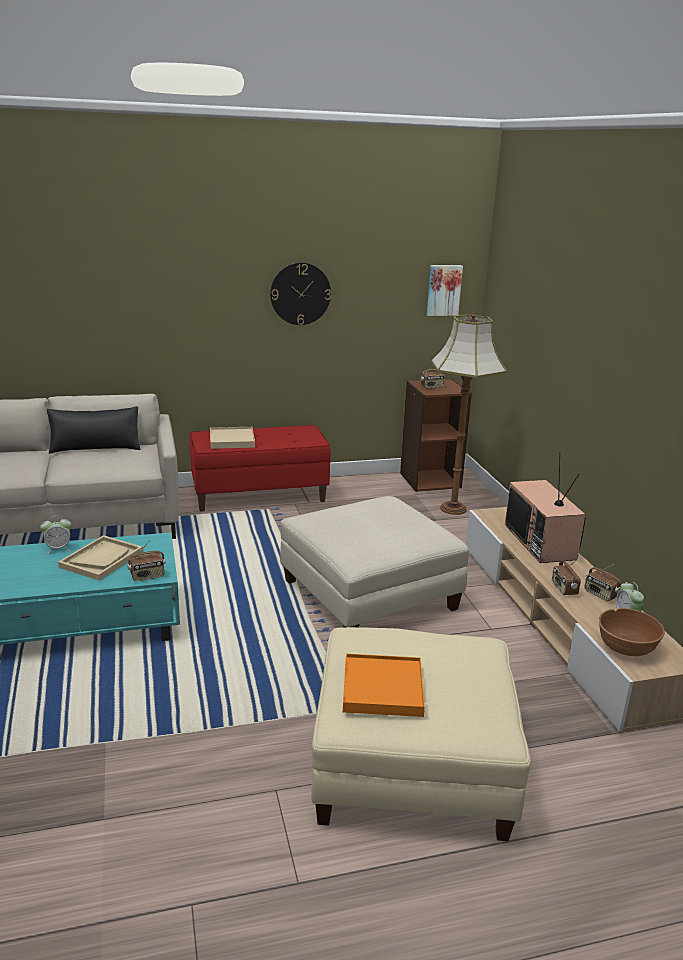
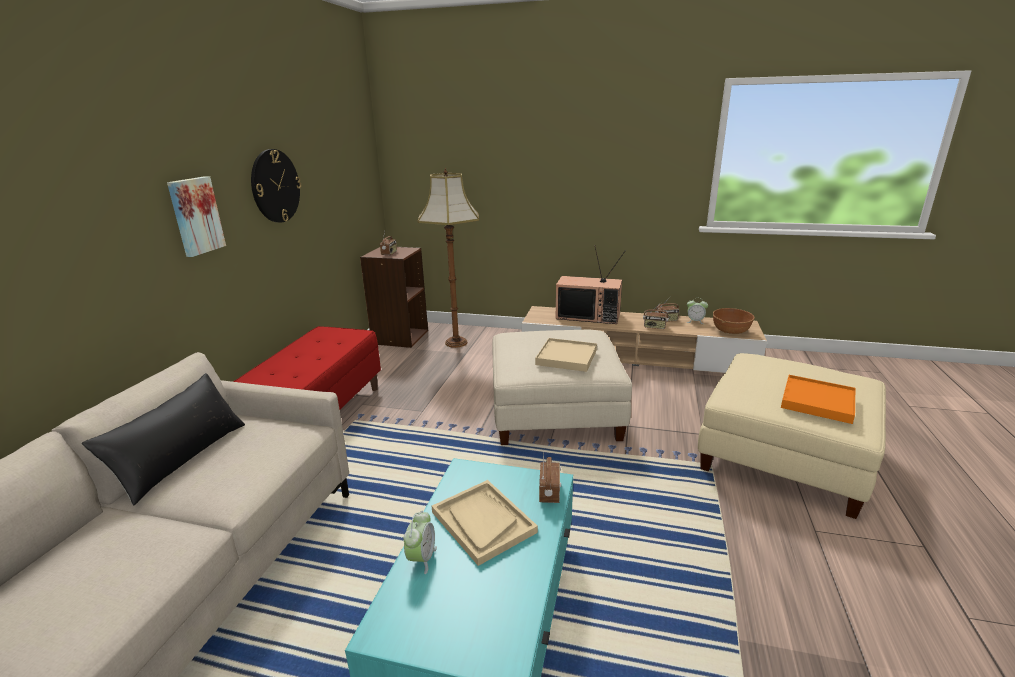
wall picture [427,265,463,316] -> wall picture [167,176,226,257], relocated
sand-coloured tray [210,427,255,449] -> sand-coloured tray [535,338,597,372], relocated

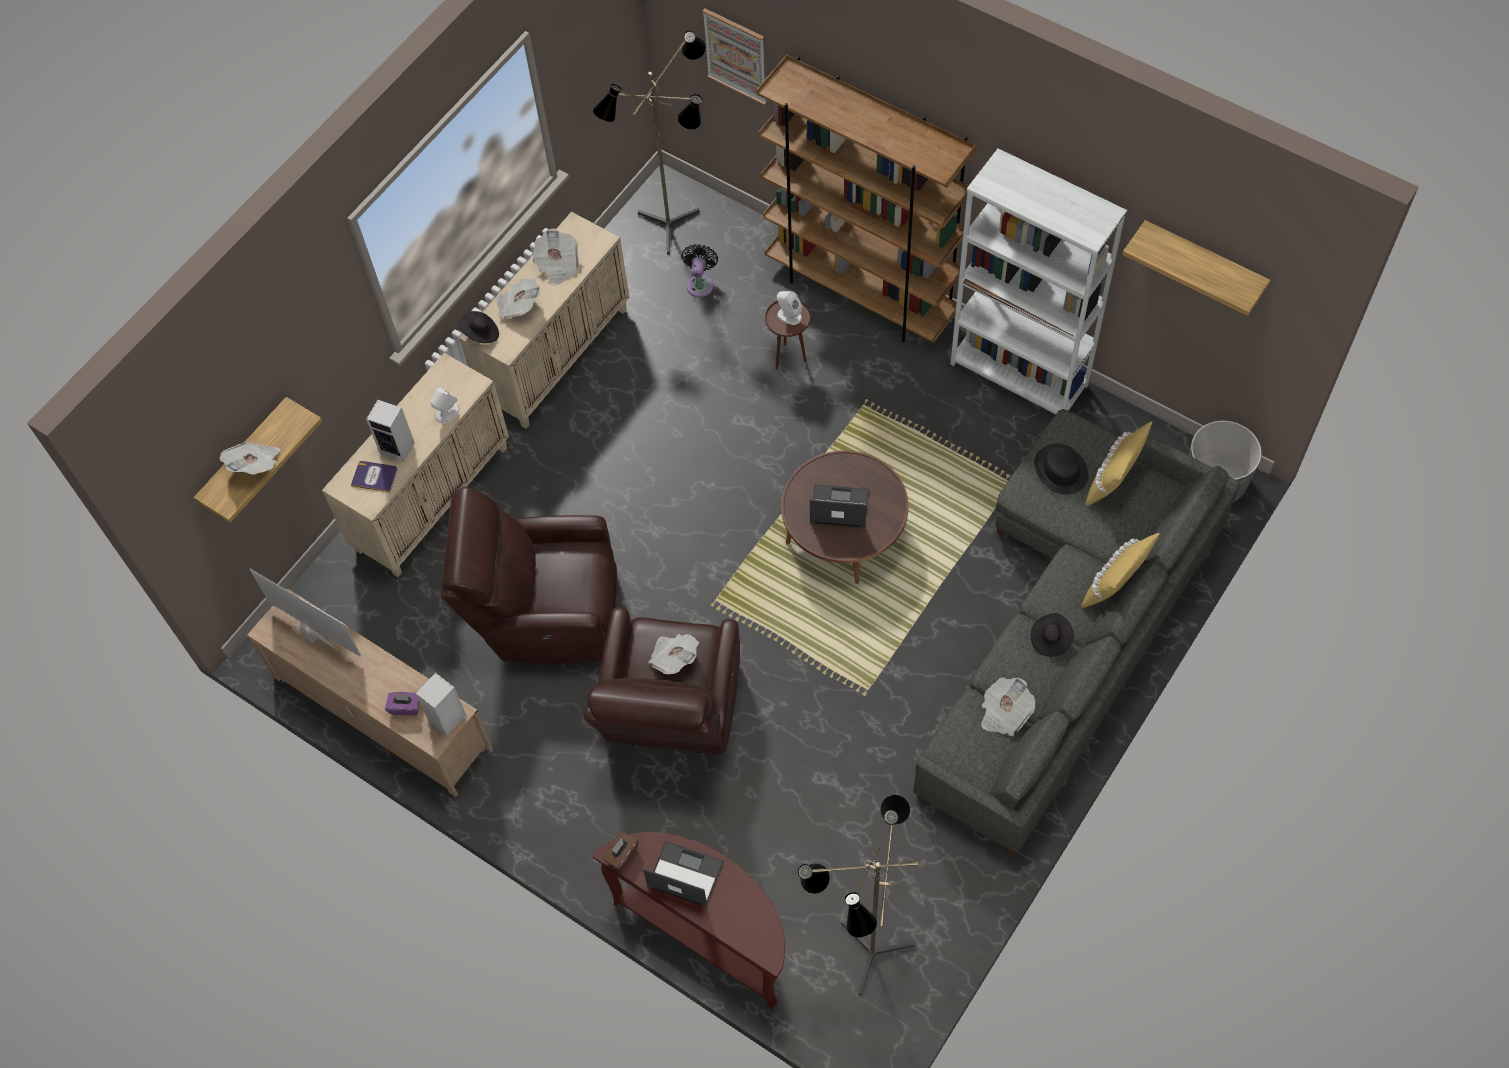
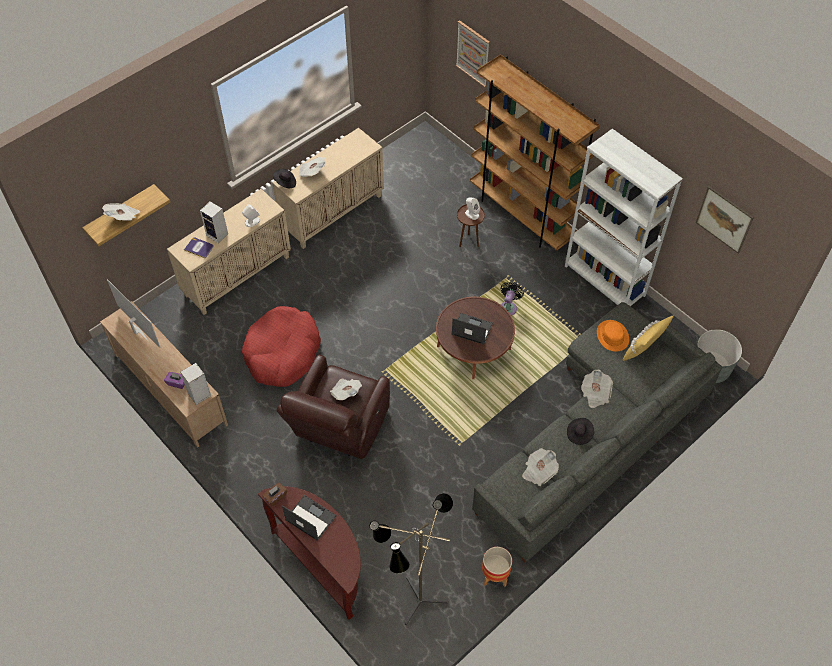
standard lamp [593,31,706,255] -> none
shelf [1122,220,1270,316] -> wall picture [696,186,754,254]
printed paper [533,228,579,286] -> printed paper [581,370,613,408], relocated
blackish cooling fan [682,244,718,298] -> blackish cooling fan [500,282,524,316], relocated
blackish hat [1034,443,1089,494] -> orange hat [597,320,629,351]
brown-coloured easy chair [441,487,617,664] -> red dog cushion [242,306,321,387]
yellowish throw pillow [1081,533,1160,608] -> none
none -> planter [482,547,512,587]

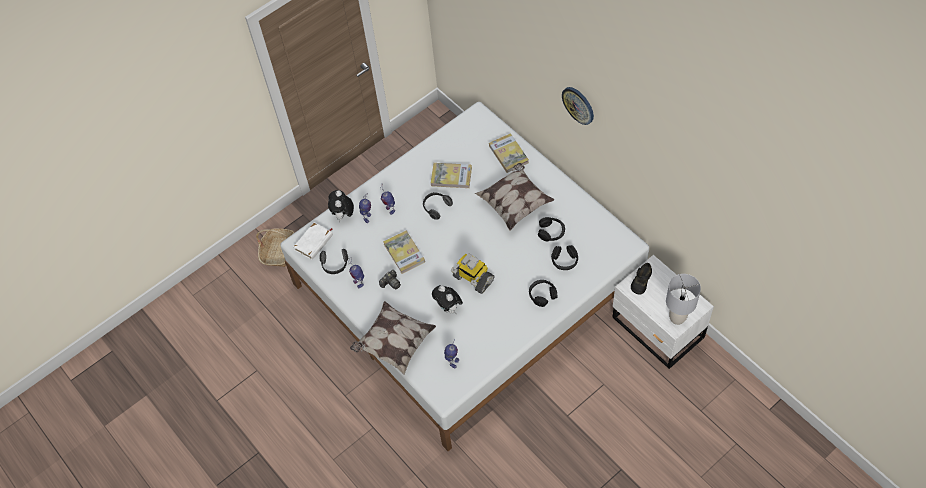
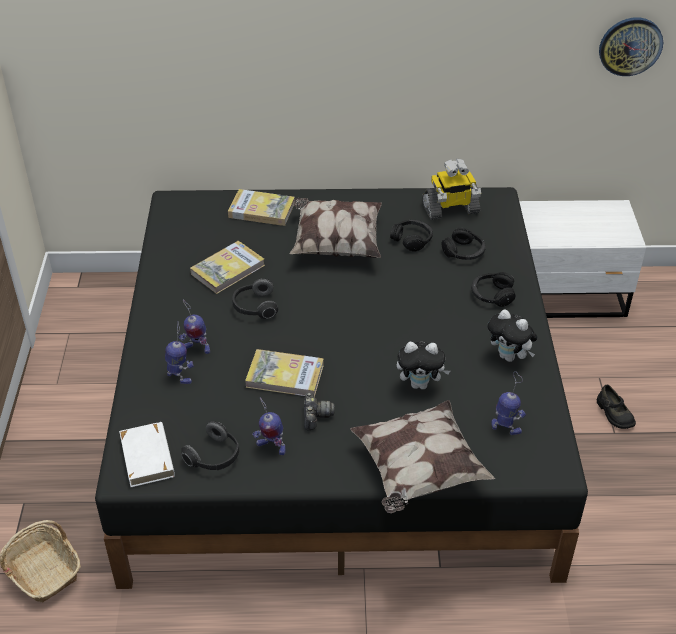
clock on the wall [562,87,594,125] -> clock on the wall [599,17,663,76], relocated
whitish bed [280,102,649,451] -> blackish bed [95,187,588,589]
cuddly toy [328,190,354,222] -> cuddly toy [487,309,537,362], relocated
toy robot [451,253,495,294] -> toy robot [422,159,481,220], relocated
blackish low shoe [631,263,652,295] -> blackish low shoe [597,385,636,429], relocated
gray lamp for a table [666,274,701,325] -> none

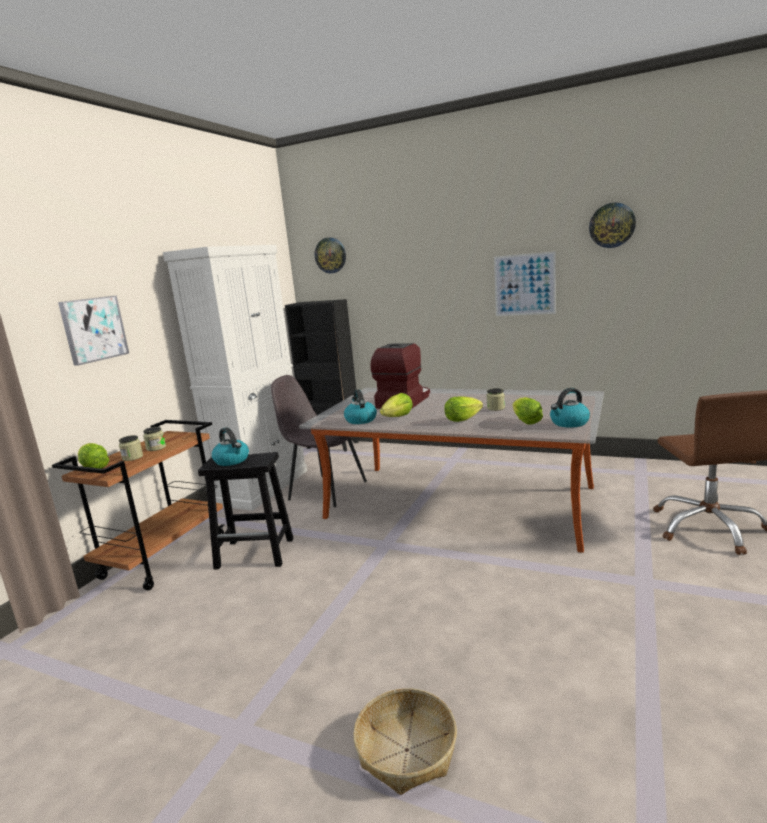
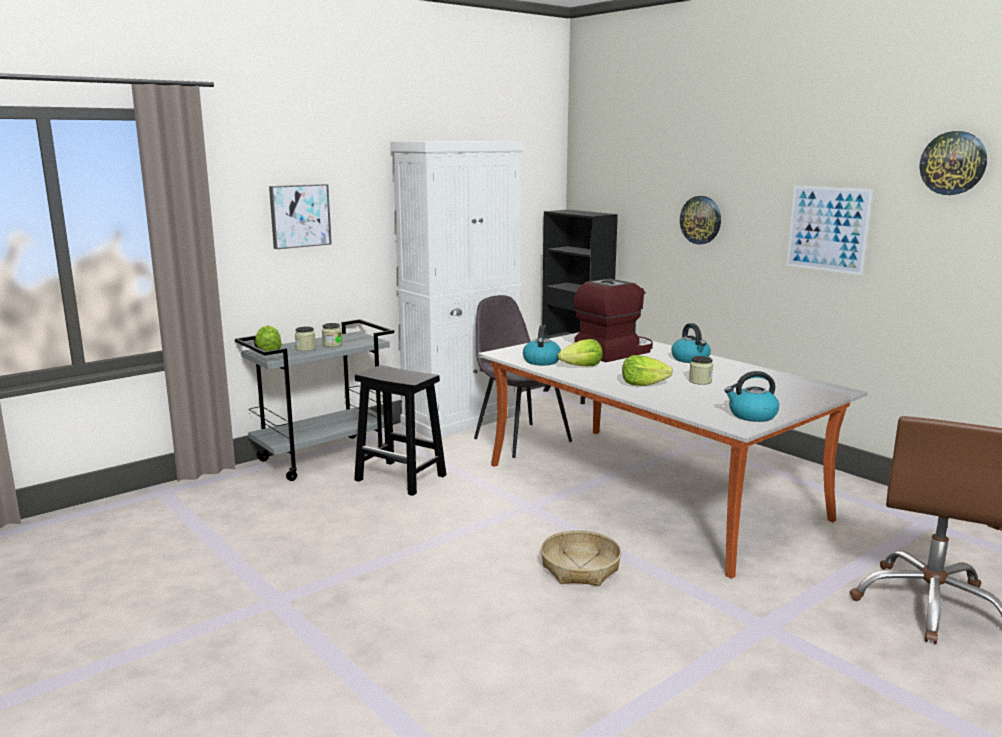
clock on the wall [315,238,346,273] -> clock on the wall [680,196,721,245], relocated
lettuce head [512,397,543,425] -> none
brown-coloured cart [52,420,224,591] -> gray cart [235,319,394,481]
kettle [212,427,249,466] -> kettle [671,323,711,363], relocated
storage basket [353,688,457,795] -> storage basket [541,530,622,586], relocated

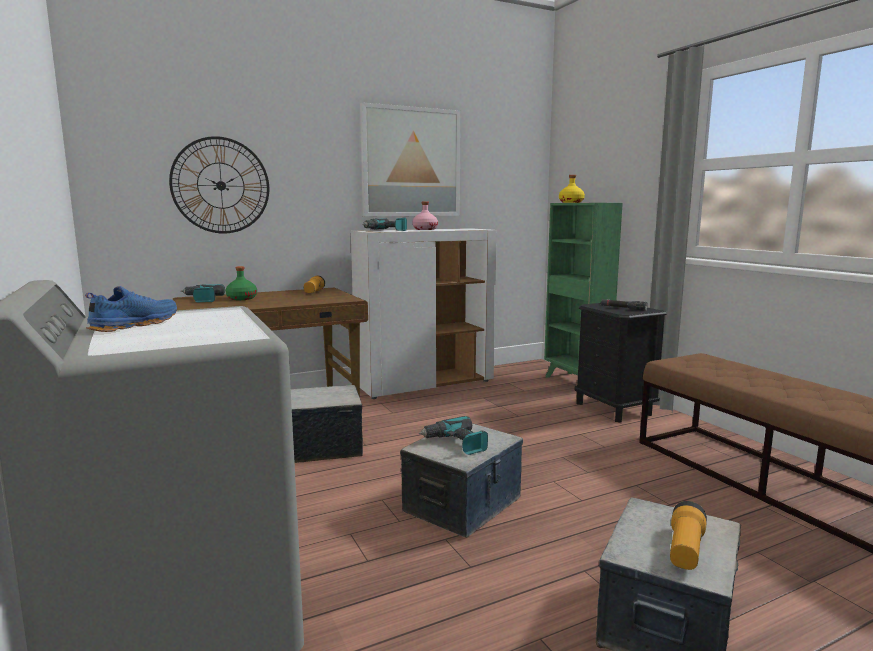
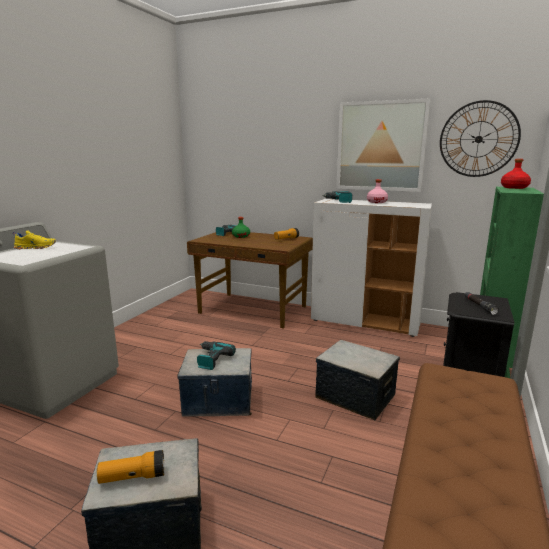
clock on the wall [169,136,269,234] -> clock on the wall [440,100,521,177], relocated
yellowish beverage bottle [559,175,585,203] -> red beverage bottle [501,159,531,189]
blue-coloured low shoe [85,286,177,332] -> yellowish low shoe [13,230,56,249]
storage container [291,385,363,463] -> storage container [315,340,400,420], relocated

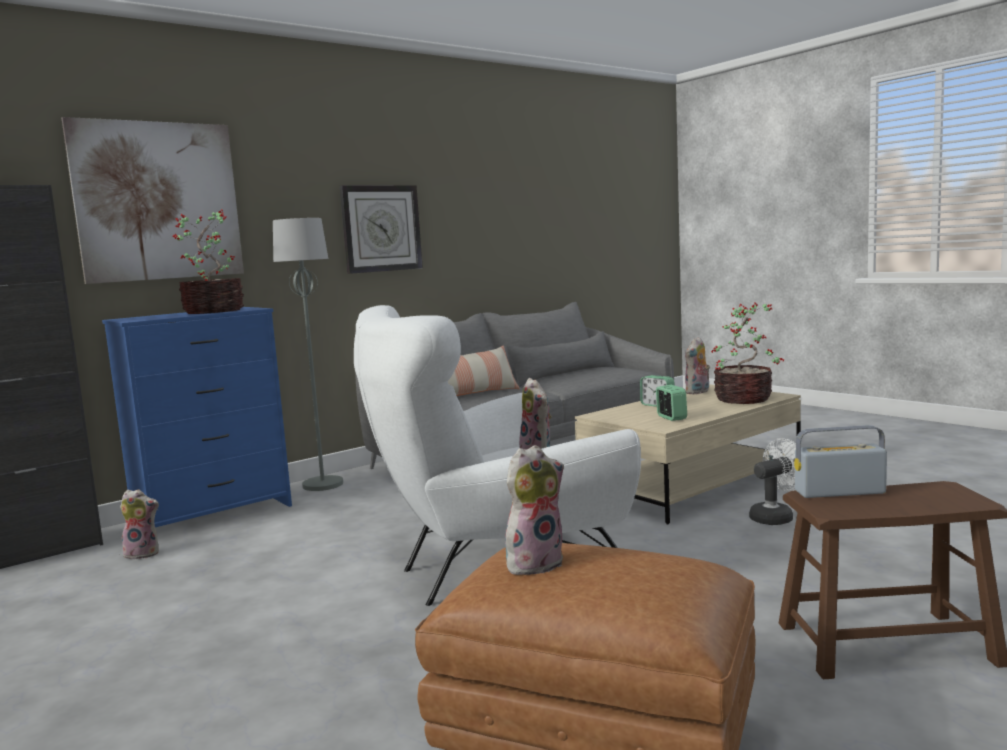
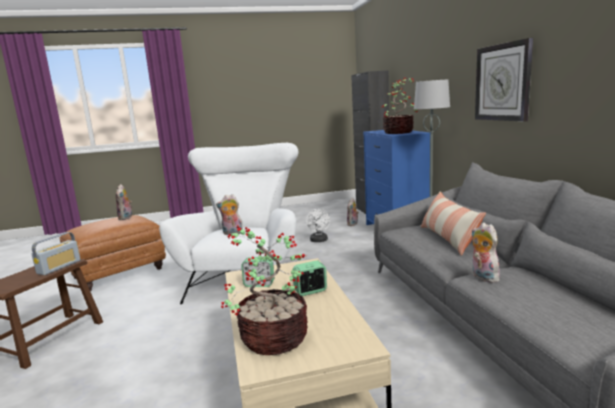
wall picture [61,117,244,284] -> none
cuddly toy [685,337,710,394] -> cuddly toy [471,222,500,283], relocated
whitish cooling fan [749,438,796,525] -> whitish cooling fan [306,209,330,242], relocated

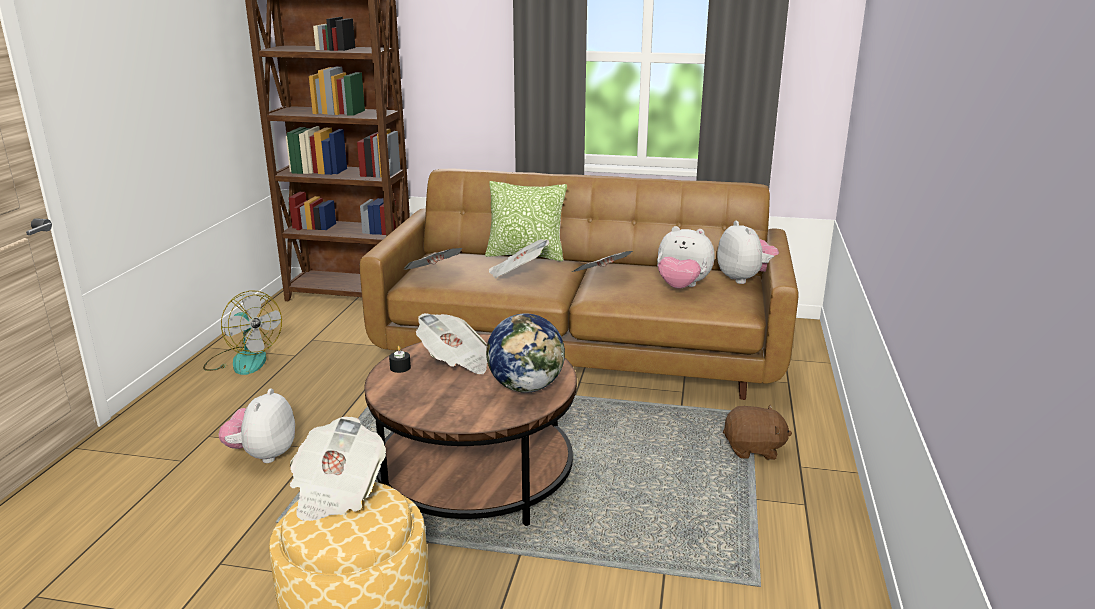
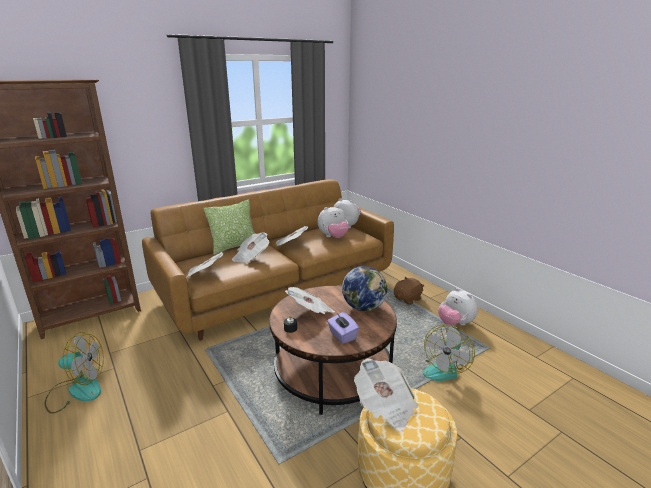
cuddly toy [219,388,295,463] -> cuddly toy [438,288,478,326], relocated
none -> purple-coloured tissue holder [327,312,359,344]
none -> cooling fan [423,324,475,381]

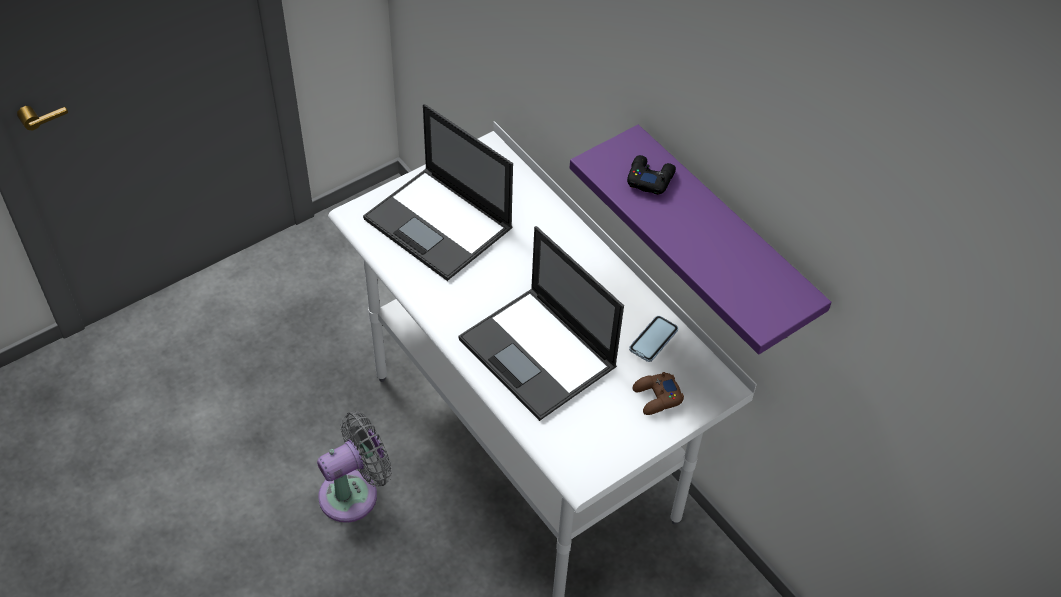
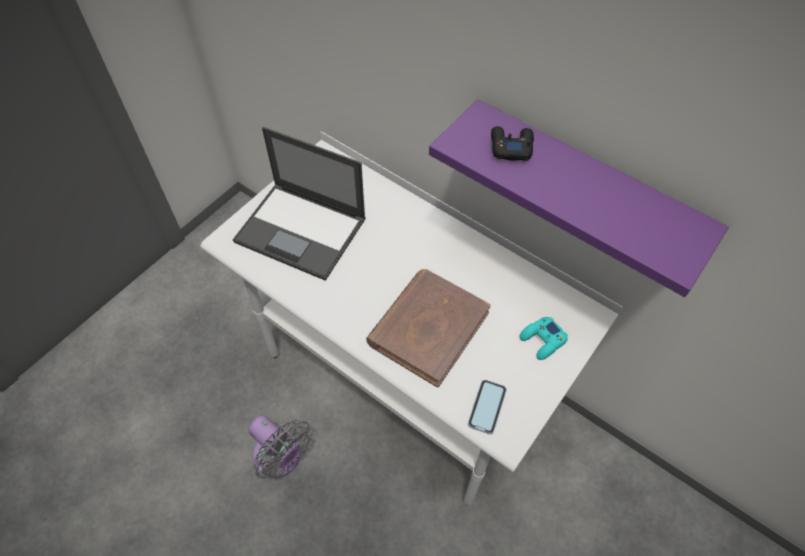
laptop [458,226,624,421] -> brown-coloured book [366,269,491,387]
phone [629,316,678,362] -> phone [468,380,507,434], relocated
brown-coloured joypad [633,372,684,415] -> turquoise-coloured joypad [520,317,568,360]
gray cooling fan [317,411,392,523] -> gray cooling fan [248,415,312,480], 90 degrees clockwise

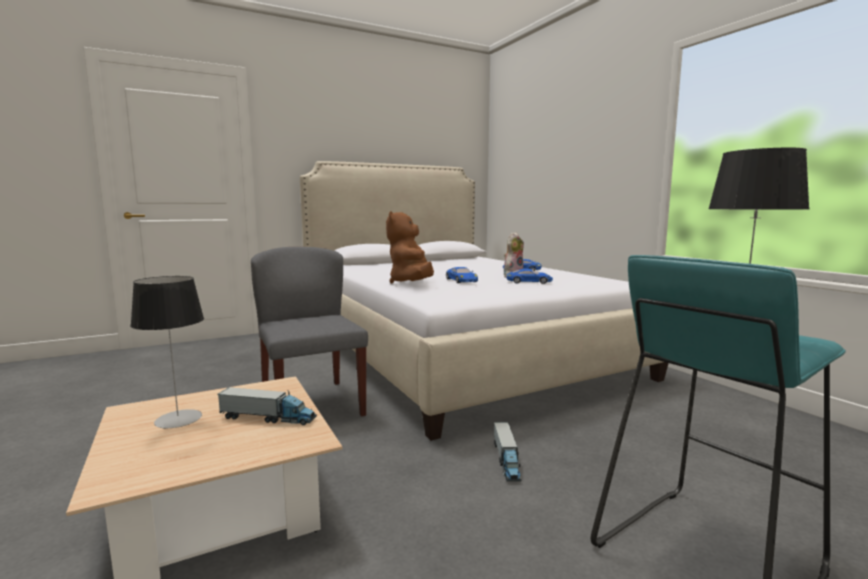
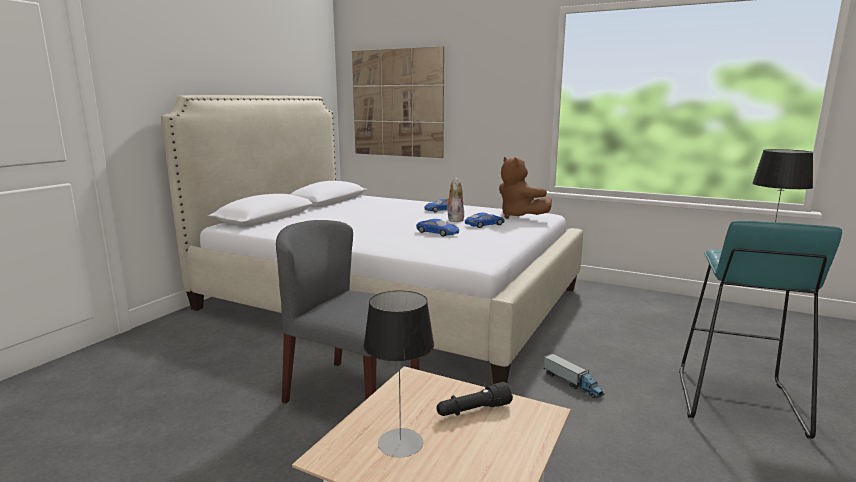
brown-coloured cuddly toy [386,211,434,284] -> brown-coloured cuddly toy [499,157,552,219], relocated
model truck [218,387,317,425] -> blackish torch [436,382,513,416]
none -> wall picture [352,46,444,158]

